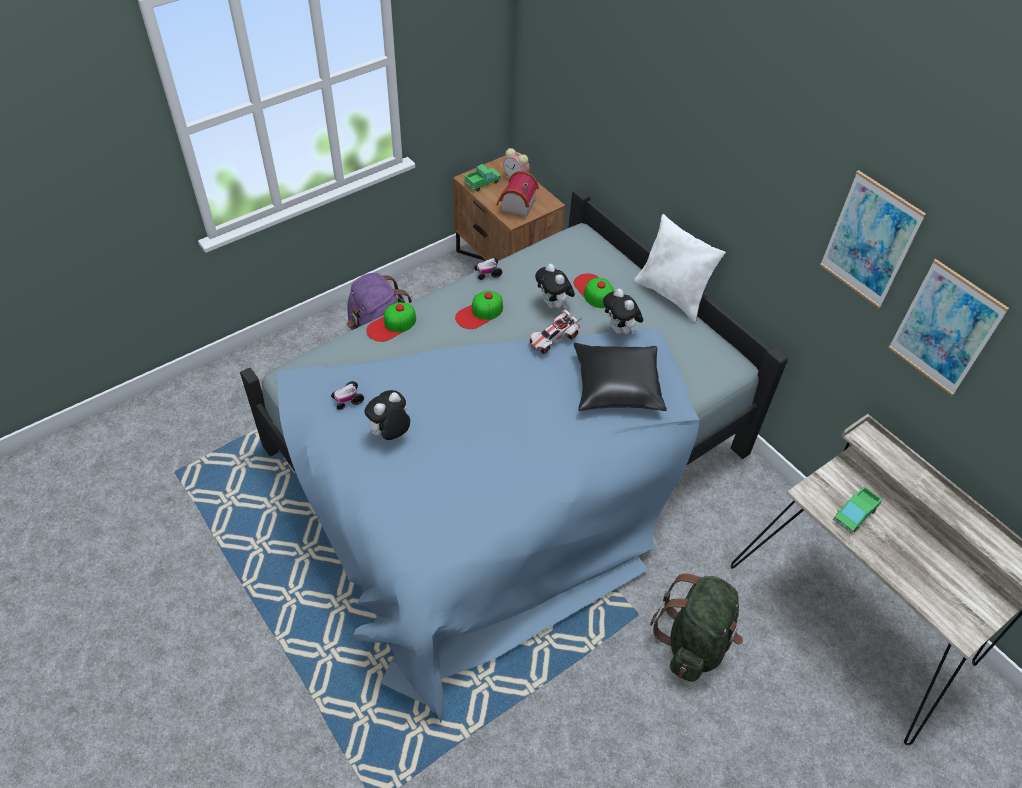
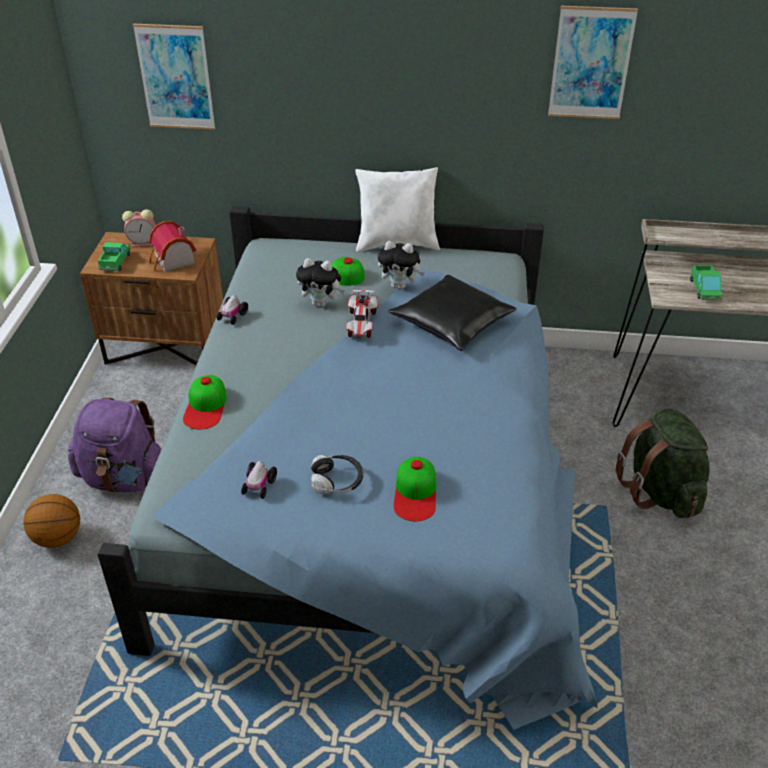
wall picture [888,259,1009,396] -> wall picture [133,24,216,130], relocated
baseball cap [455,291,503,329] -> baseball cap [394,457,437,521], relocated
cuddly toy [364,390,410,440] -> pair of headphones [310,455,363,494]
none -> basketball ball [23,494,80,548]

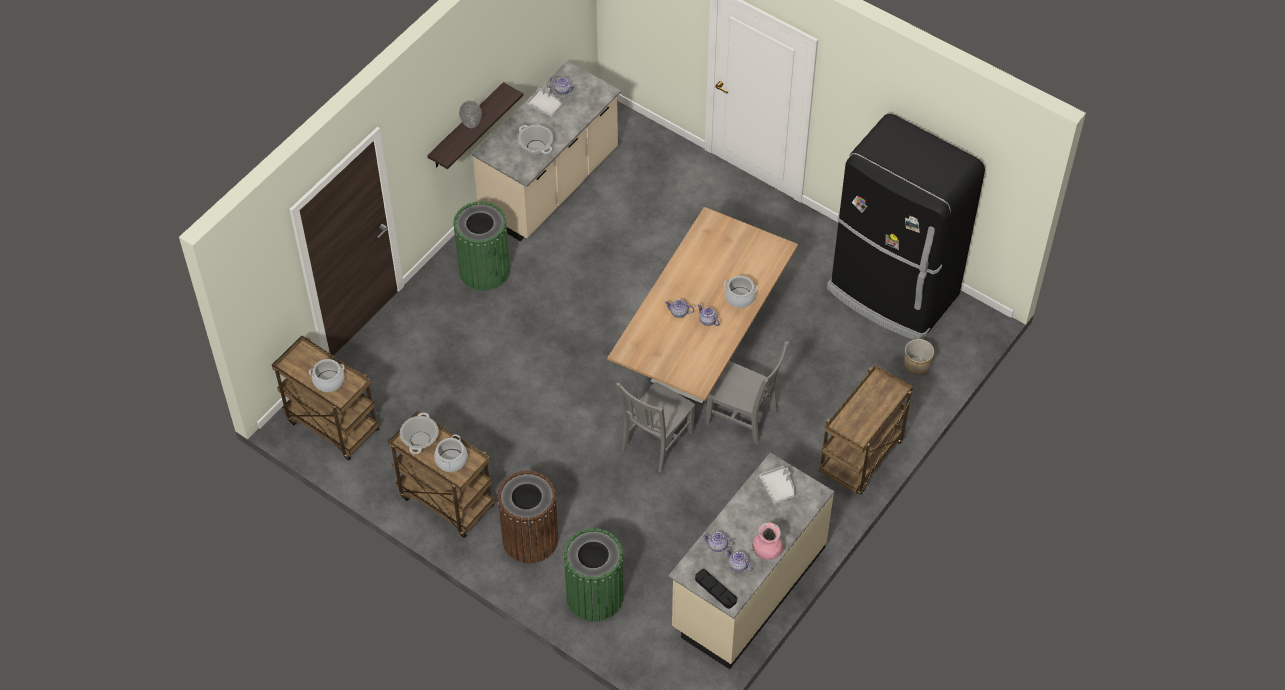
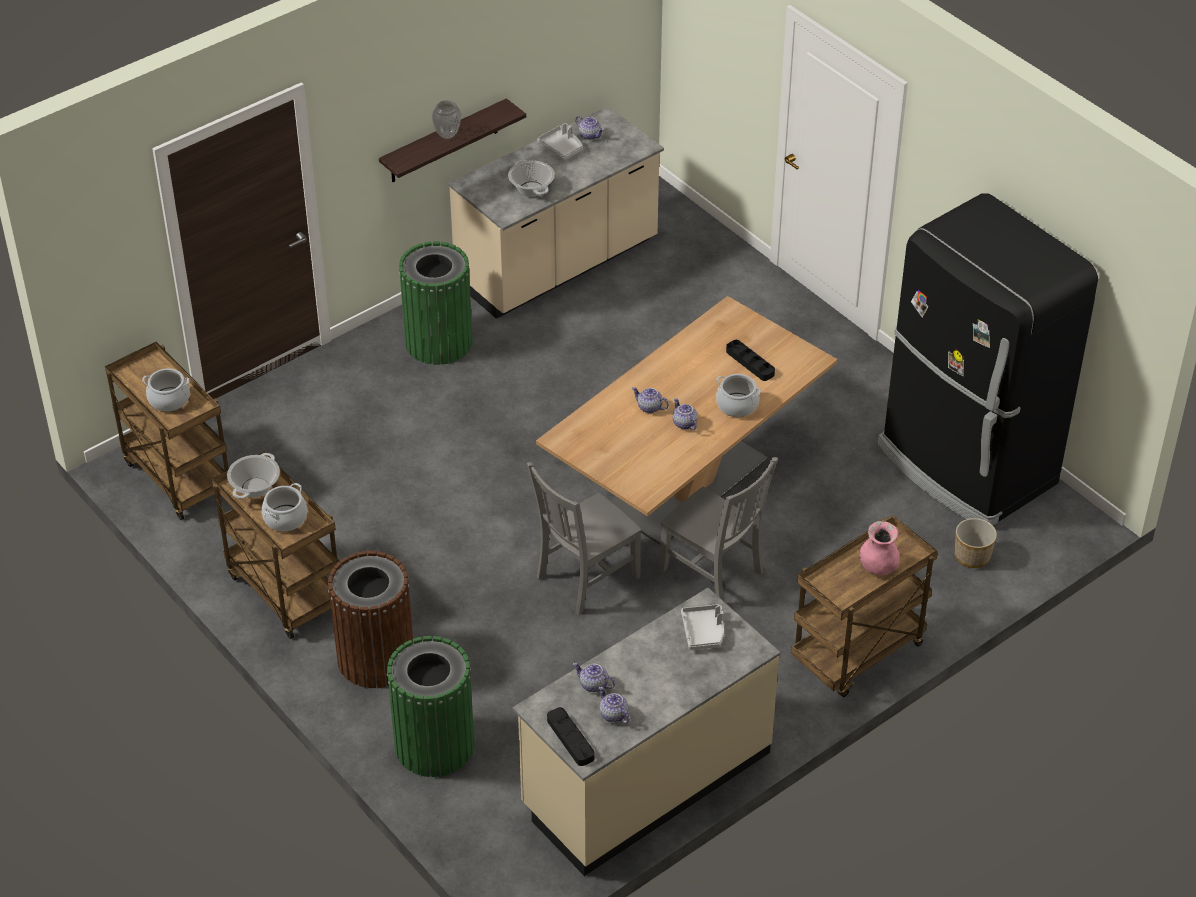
pink-coloured vase [752,522,783,560] -> pink-coloured vase [859,521,900,575], relocated
none -> blackish tray [726,340,775,381]

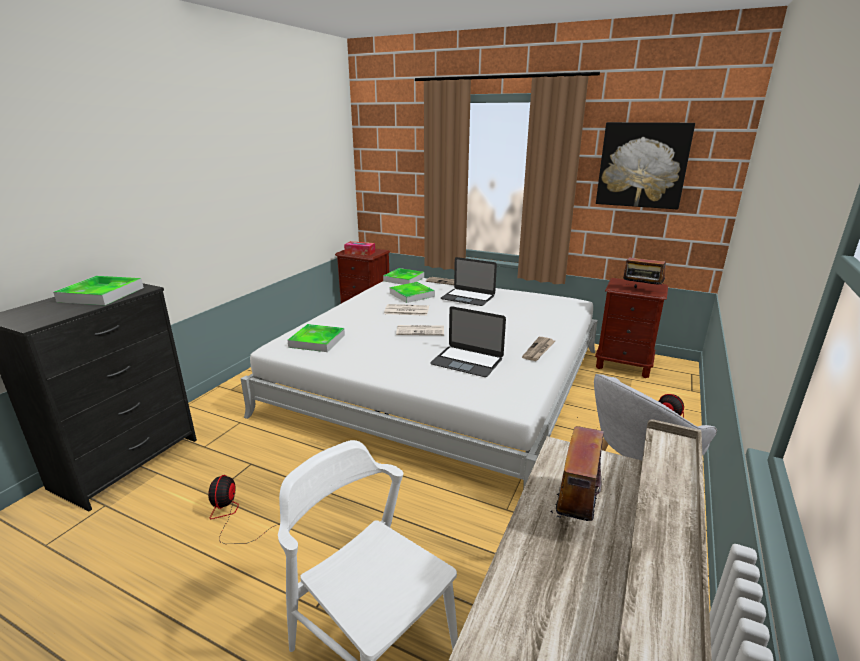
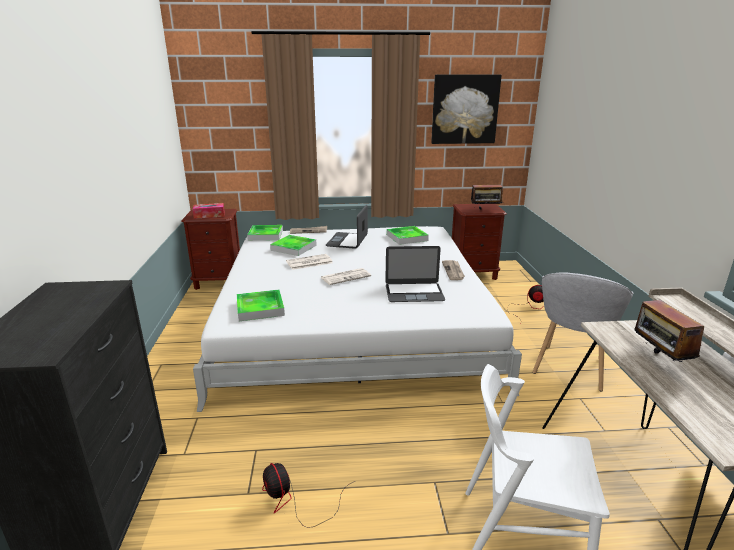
laptop [441,257,497,306] -> laptop [326,204,368,249], 105 degrees clockwise
tray [53,276,144,305] -> tray [387,226,429,245], relocated

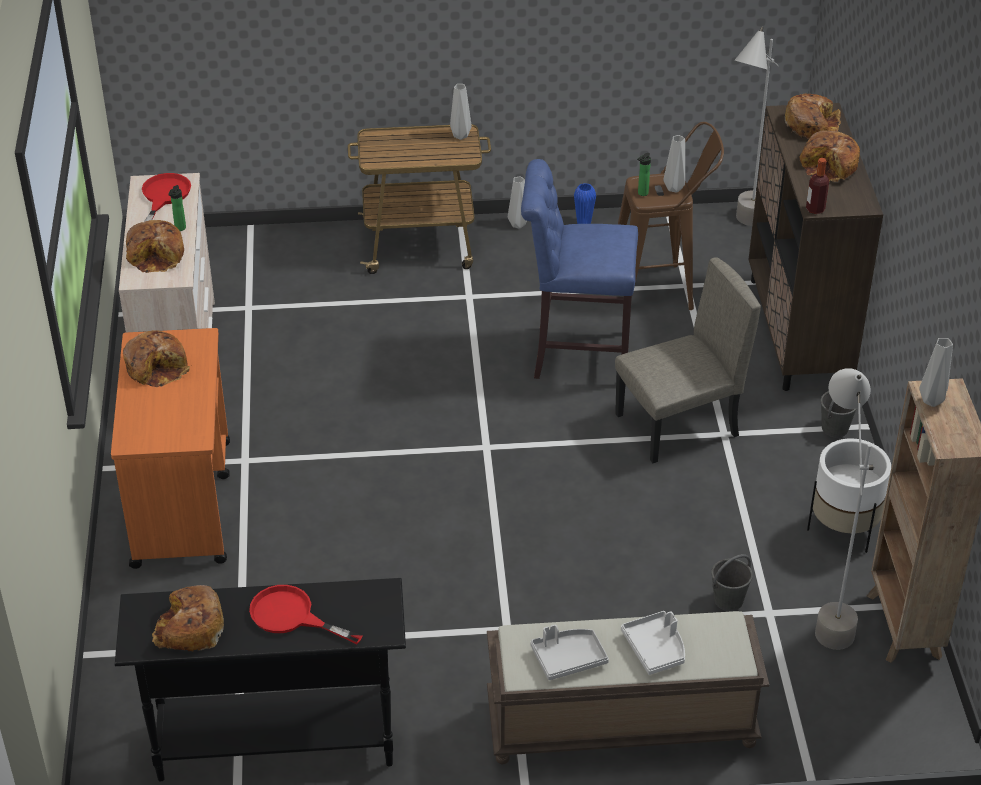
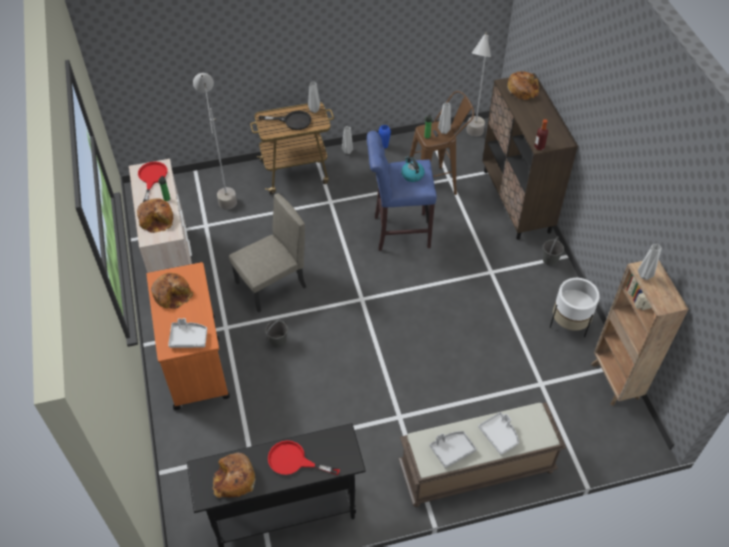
bakery bread [799,131,860,182] -> none
sand-coloured chair [615,257,761,463] -> sand-coloured chair [229,193,306,313], relocated
gray standard lamp [815,368,874,650] -> gray standard lamp [193,73,237,210], relocated
gray pail [711,554,753,611] -> gray pail [265,319,288,348], relocated
none -> blackish skillet [259,111,311,130]
none -> kettle [401,156,425,182]
none -> whitish tray [168,318,207,348]

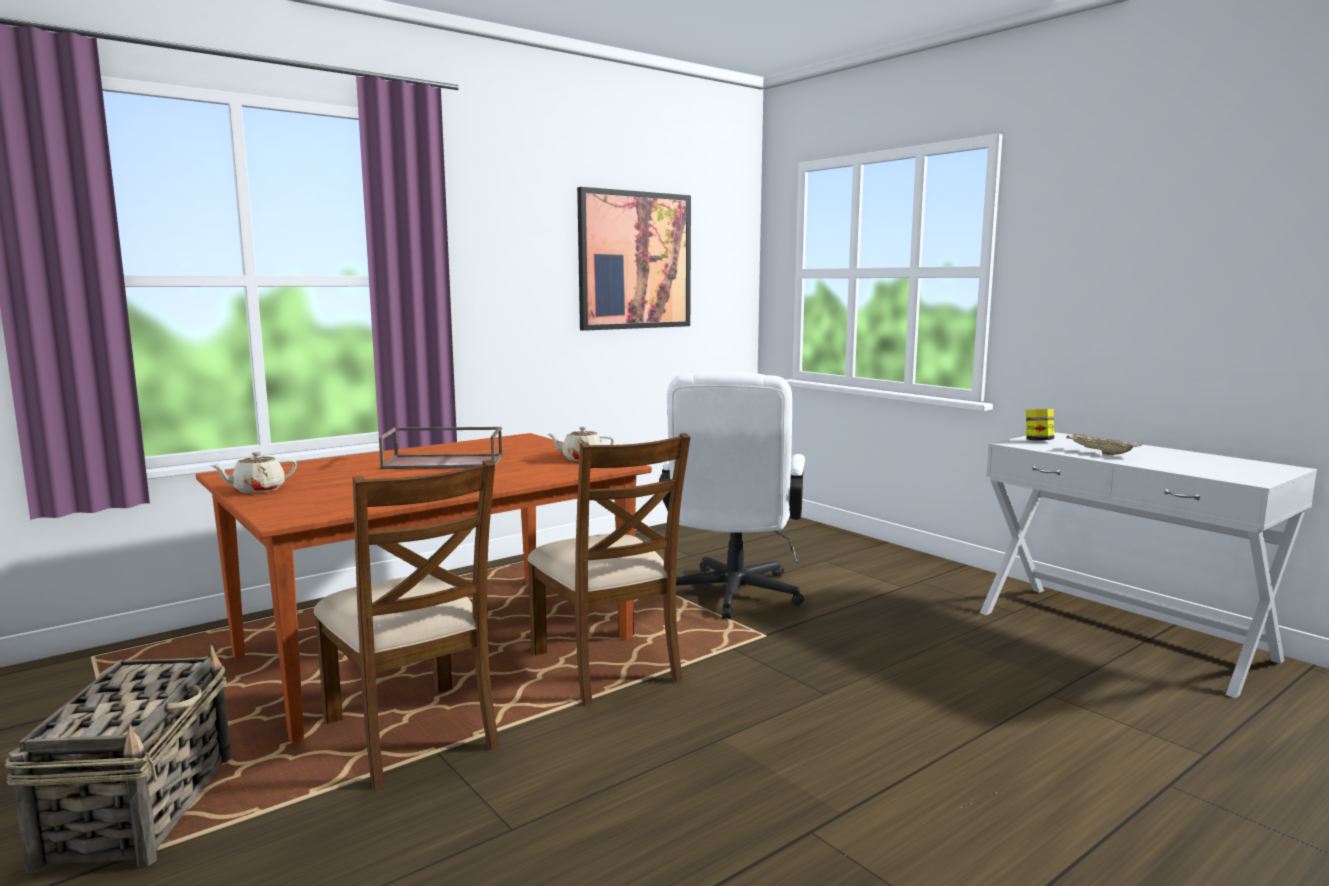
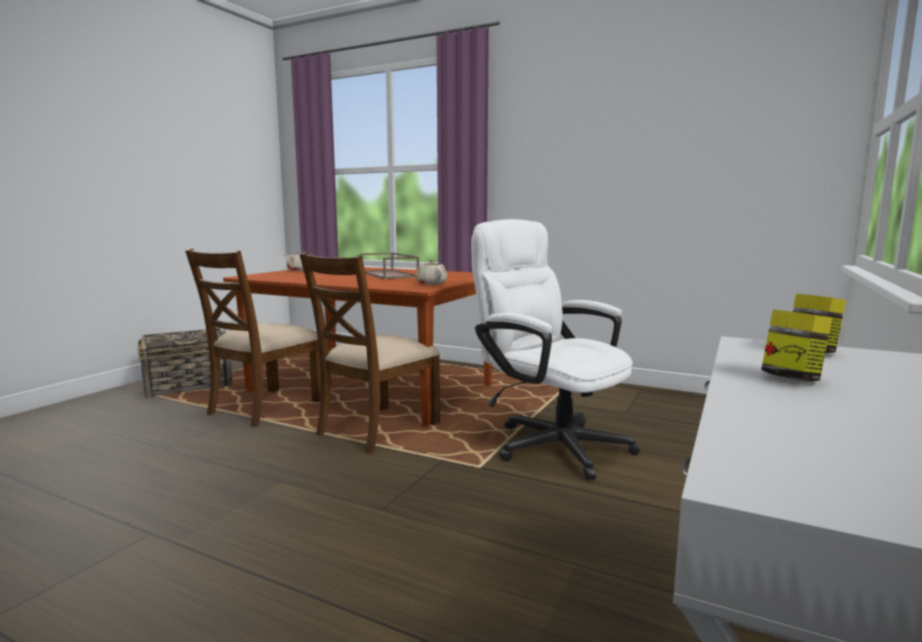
wall picture [577,187,691,331] -> none
whitish office chair [659,372,805,619] -> whitish office chair [471,219,640,480], 60 degrees clockwise
sand-coloured tray [1066,433,1143,455] -> jar [761,309,832,381]

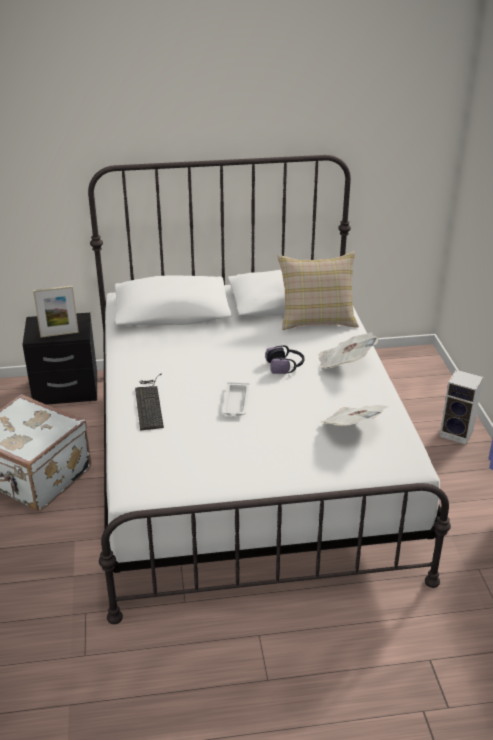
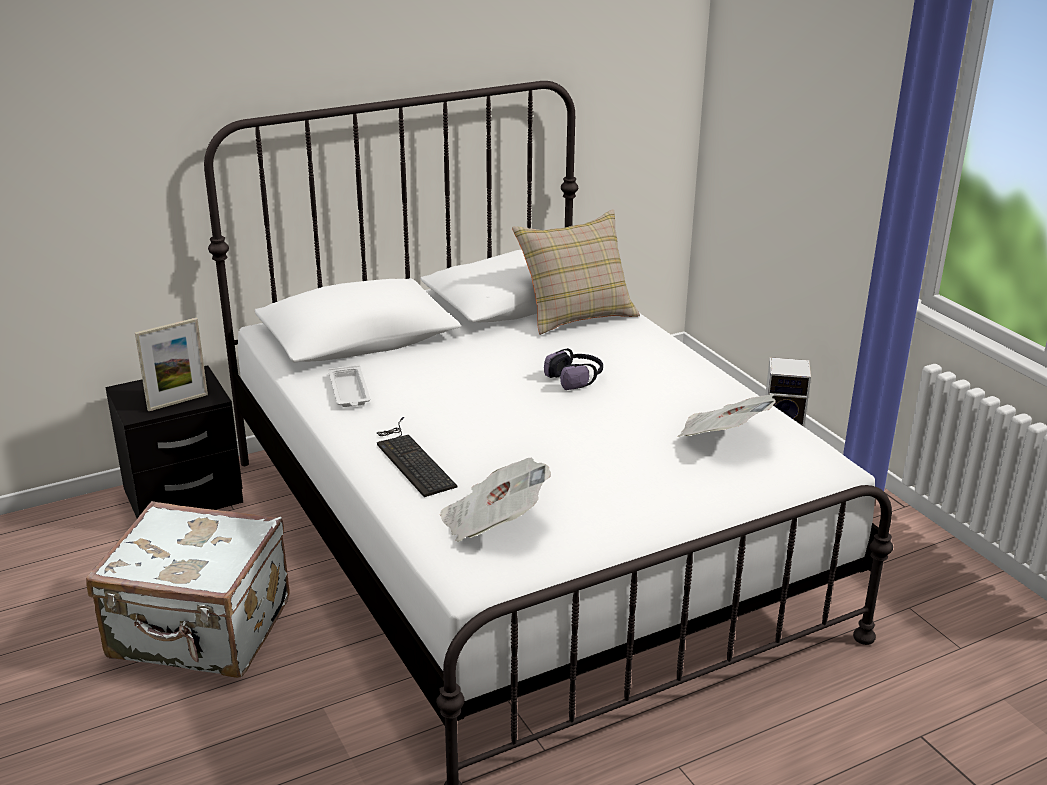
printed paper [319,333,378,369] -> printed paper [440,458,551,542], relocated
whitish tray [222,382,249,417] -> whitish tray [328,365,370,407], relocated

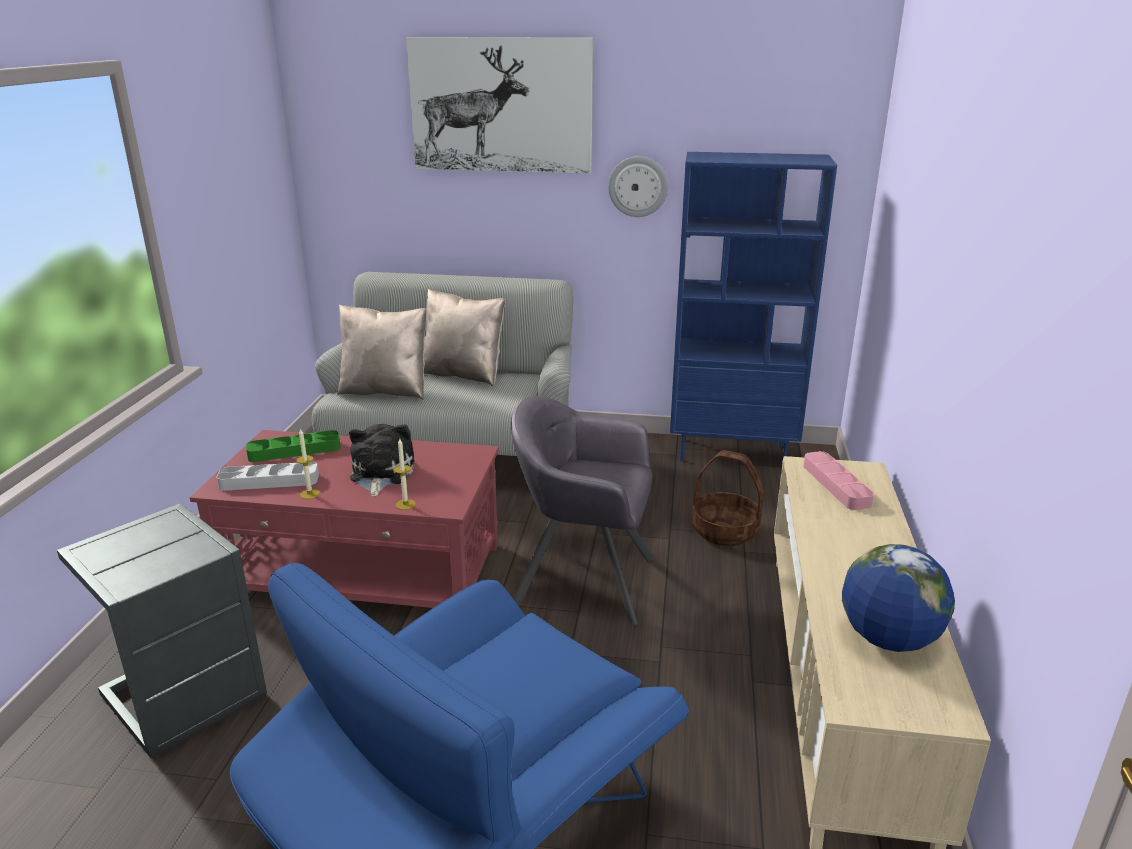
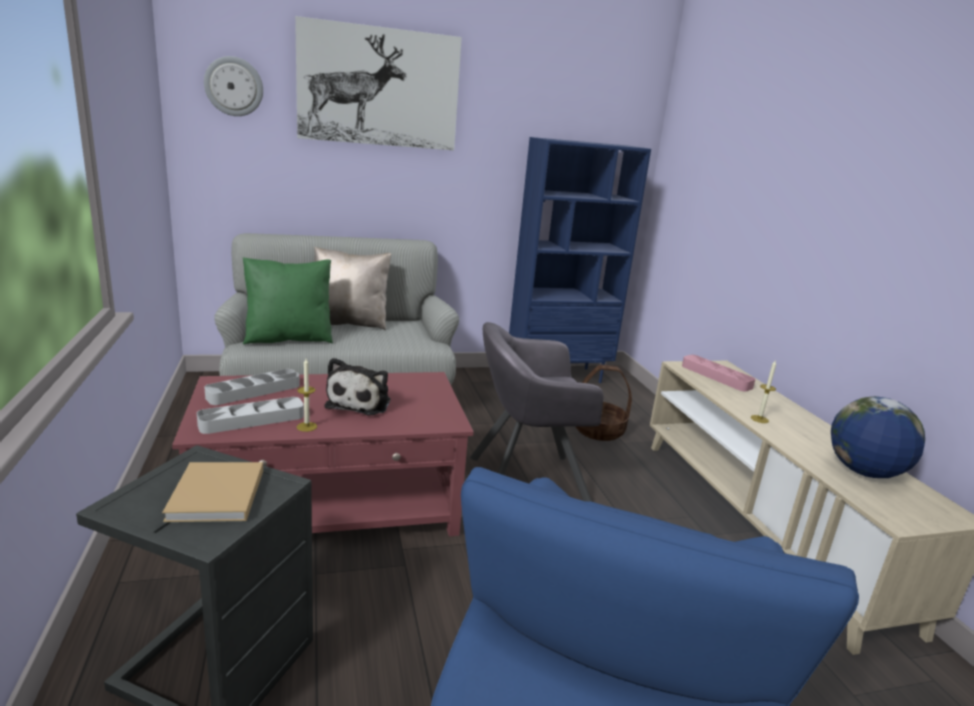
clock on the wall [608,156,668,217] -> clock on the wall [204,56,263,116], relocated
sand-coloured throw pillow [337,305,427,400] -> green throw pillow [243,257,333,344]
cuddly toy [349,424,415,497] -> cuddly toy [325,358,390,415], 150 degrees counterclockwise
green tray [246,430,341,462] -> gray tray [204,369,300,405]
wax light [394,437,416,510] -> wax light [751,361,776,423], relocated
none -> sand-coloured book [162,462,263,522]

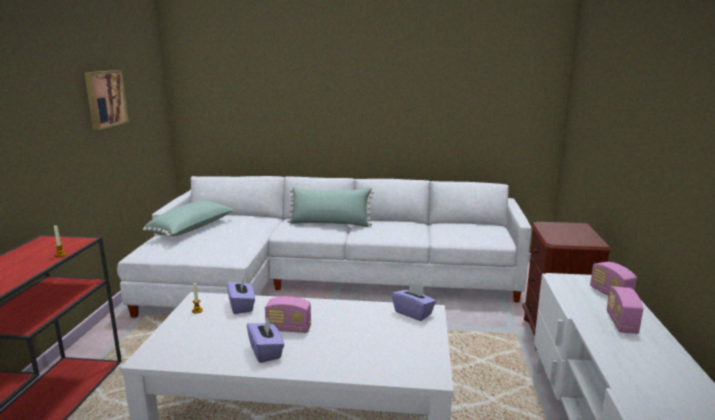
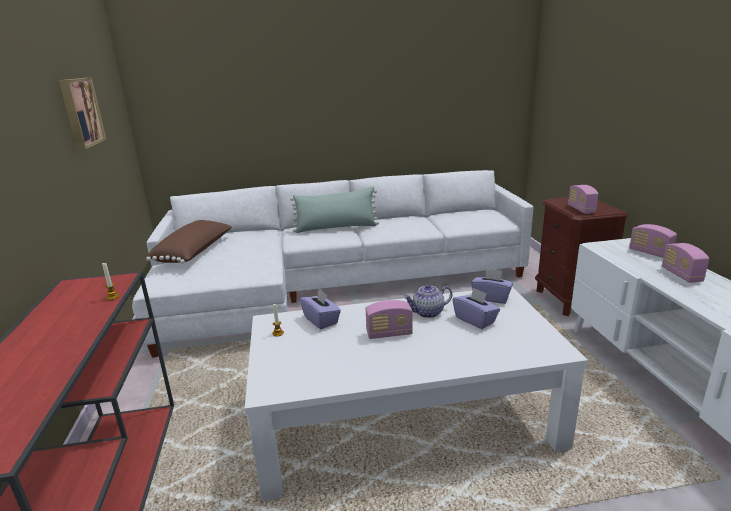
green throw pillow [143,200,233,237] -> brown-coloured throw pillow [146,220,232,264]
purple-coloured tissue holder [247,316,284,363] -> purple-coloured tissue holder [452,287,500,329], relocated
none -> radio set [568,185,599,214]
none -> tea pot [404,284,452,318]

